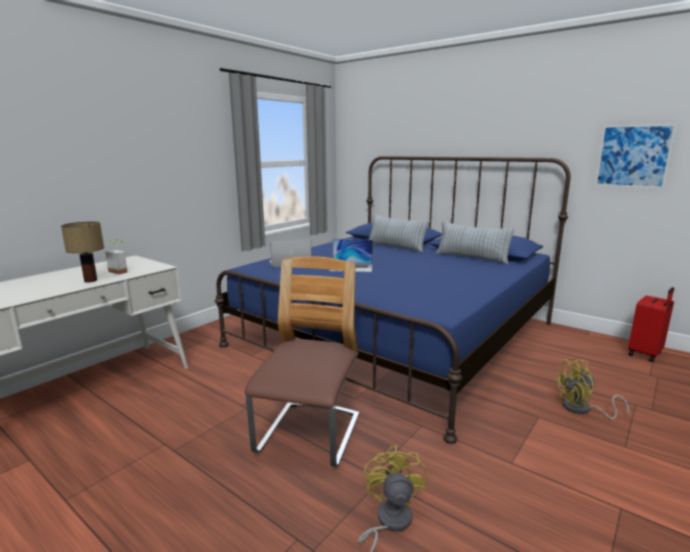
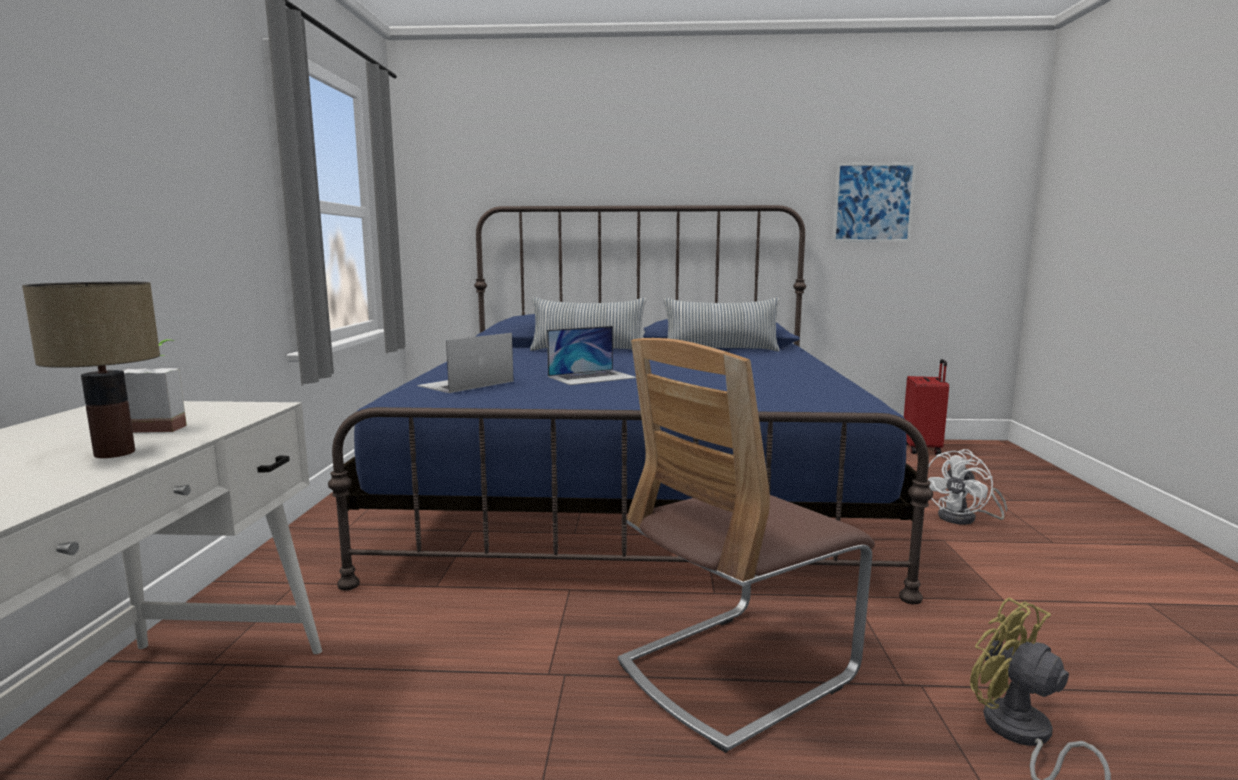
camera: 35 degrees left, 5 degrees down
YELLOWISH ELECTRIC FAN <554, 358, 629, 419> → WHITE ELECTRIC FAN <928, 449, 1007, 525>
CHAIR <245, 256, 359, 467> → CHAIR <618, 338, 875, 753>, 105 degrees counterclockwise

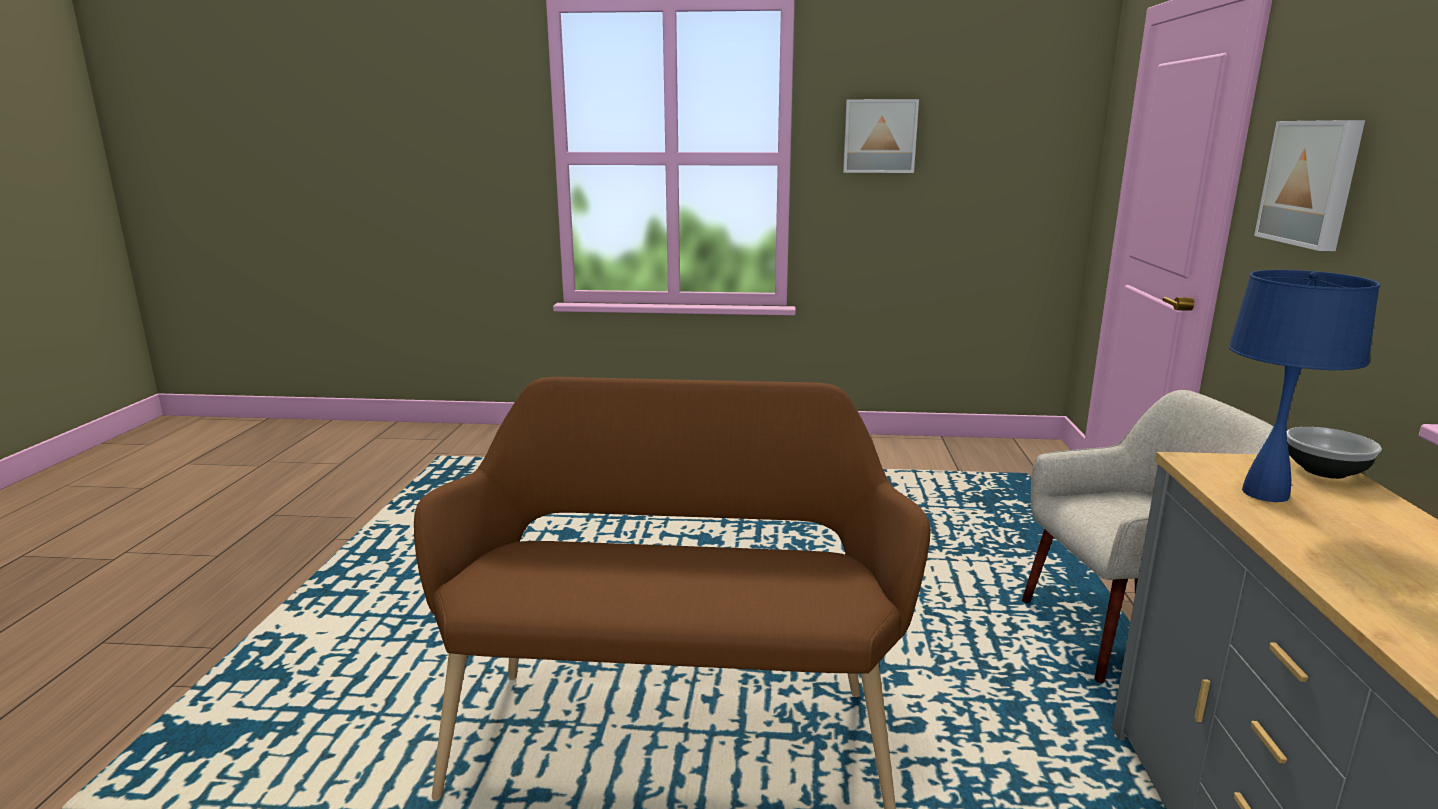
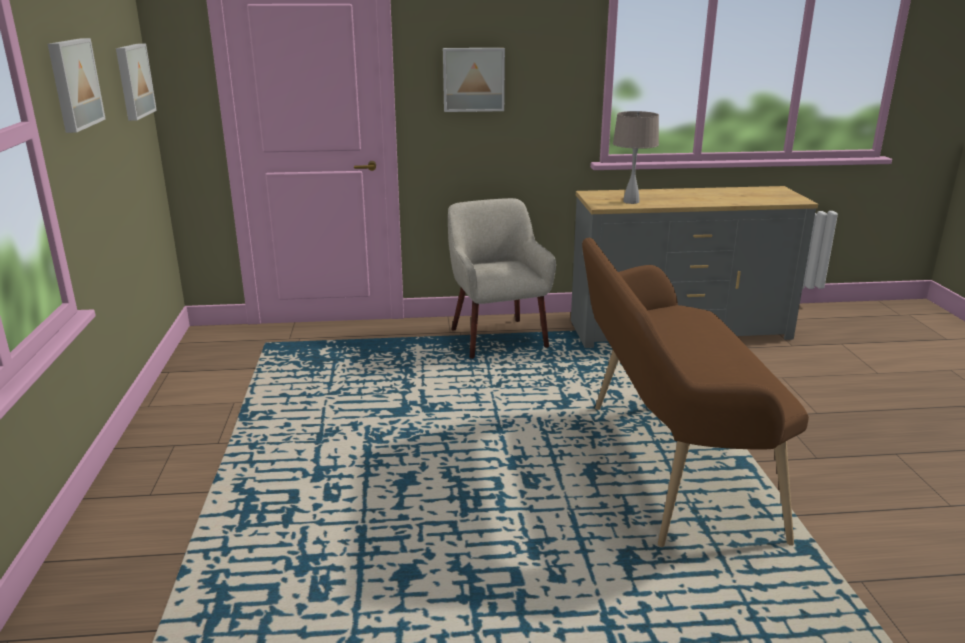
camera: 100 degrees left, 5 degrees up
DEEP DISH <1287, 427, 1382, 479> → -
- → WALL PICTURE <116, 43, 157, 121>
BLUE TABLETOP LAMP <1229, 270, 1380, 502> → BEIGE TABLETOP LAMP <613, 111, 659, 204>

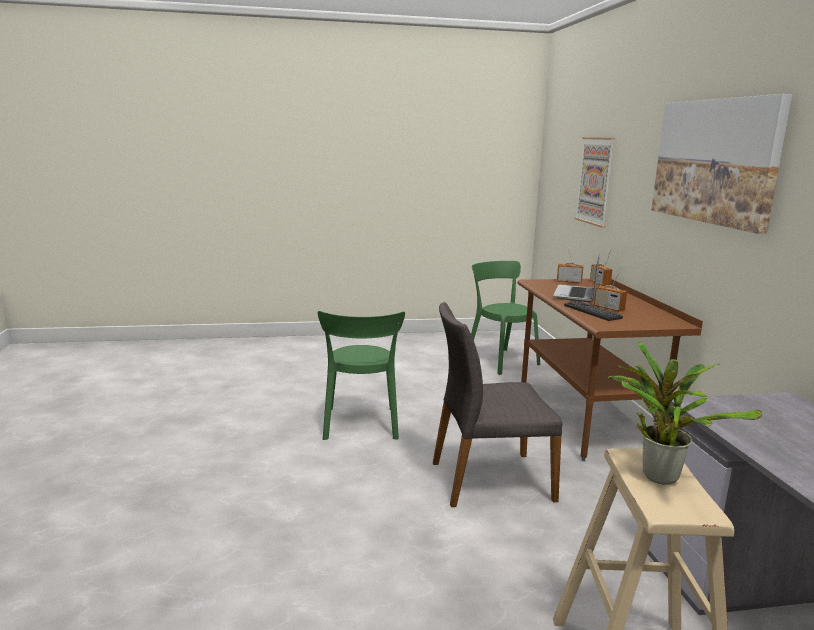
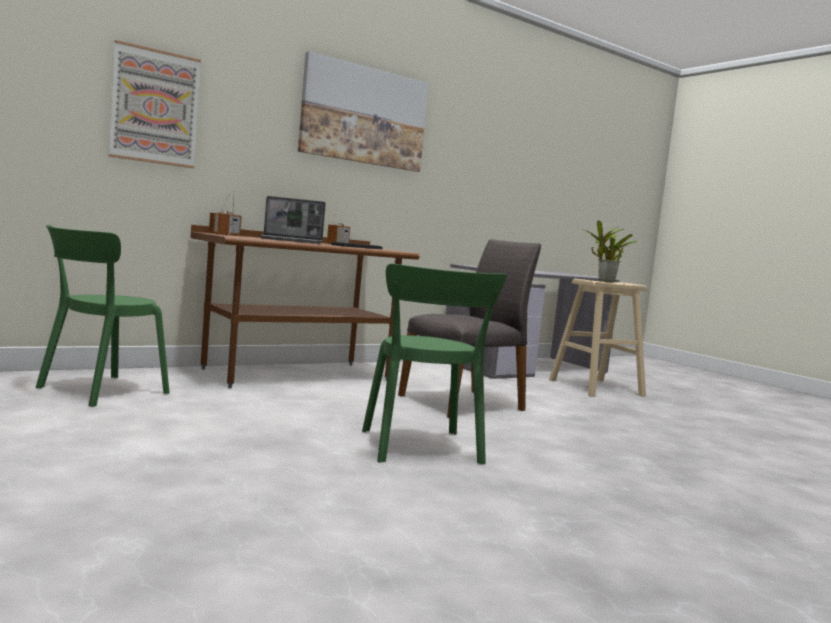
camera: 115 degrees left, 10 degrees down
GREENISH CHAIR <318, 311, 405, 440> → GREENISH CHAIR <362, 264, 507, 464>, 105 degrees clockwise
GREYISH CHAIR <433, 302, 562, 507> → GREYISH CHAIR <398, 239, 541, 418>, 90 degrees counterclockwise

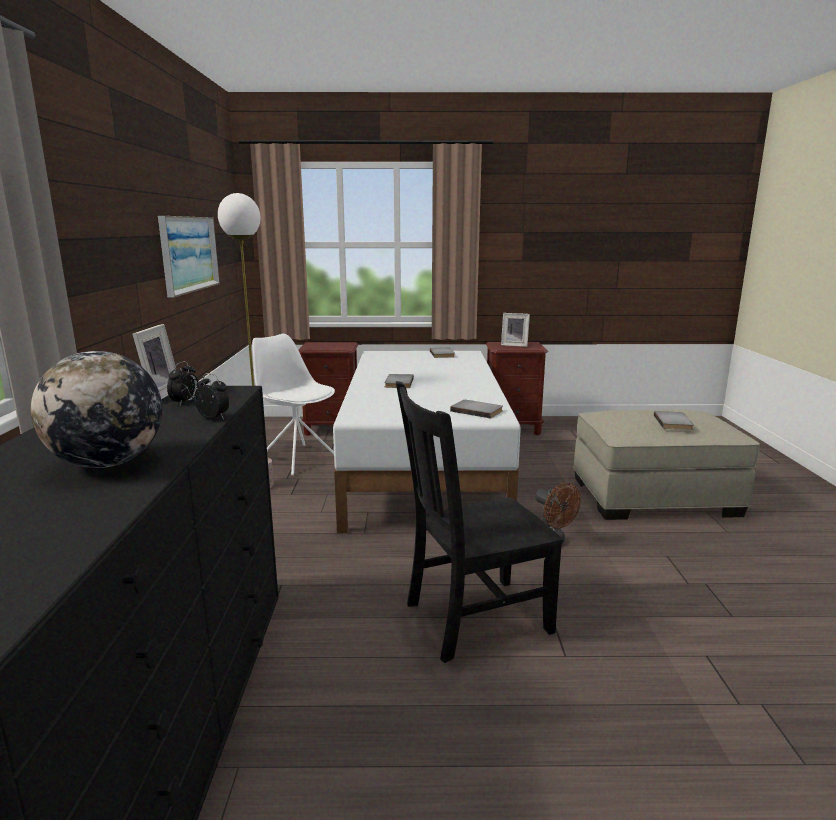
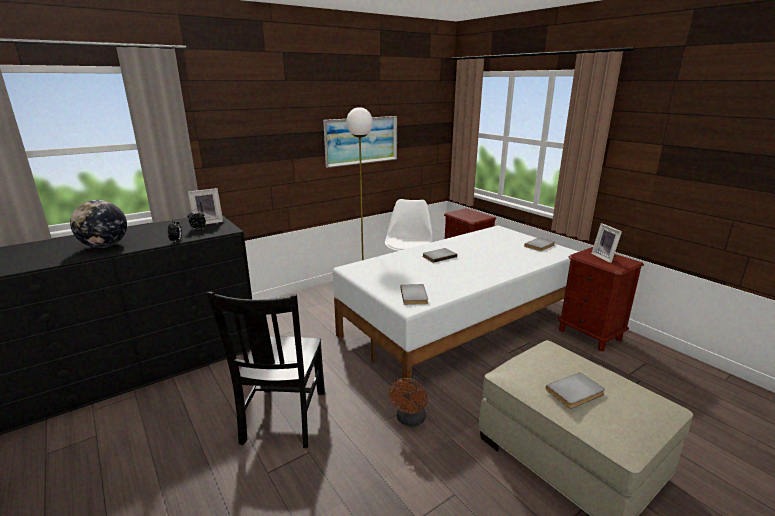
camera: 55 degrees right, 5 degrees up
BLACK CHAIR <396, 381, 563, 663> → BLACK CHAIR <206, 292, 325, 448>, 120 degrees counterclockwise

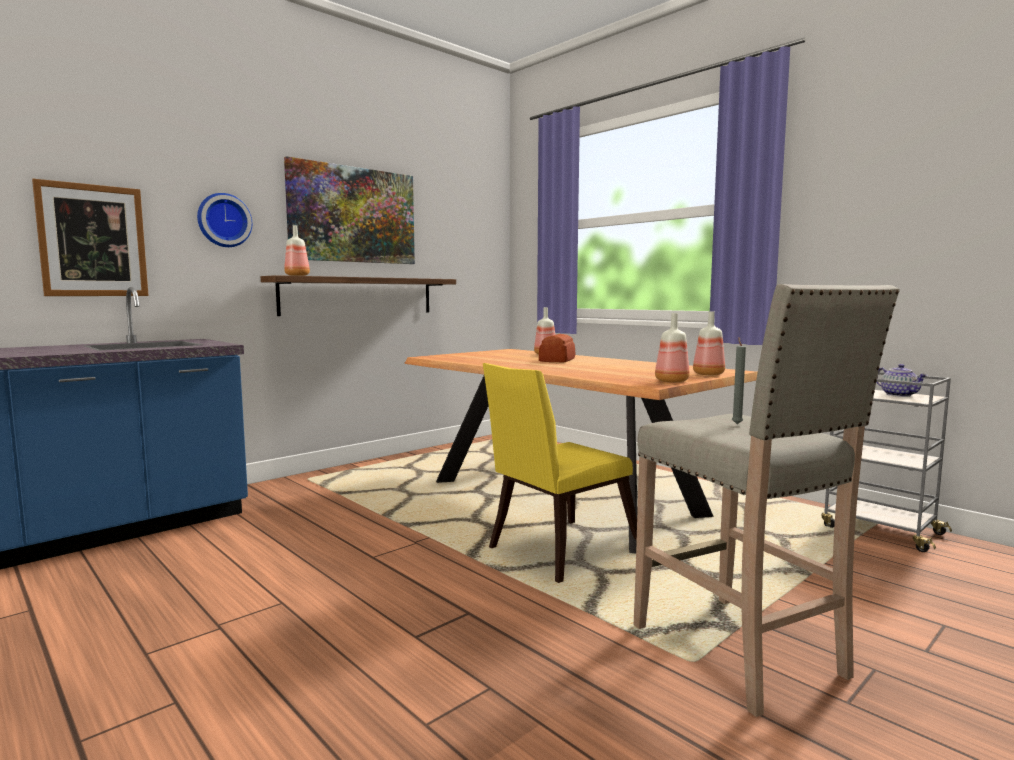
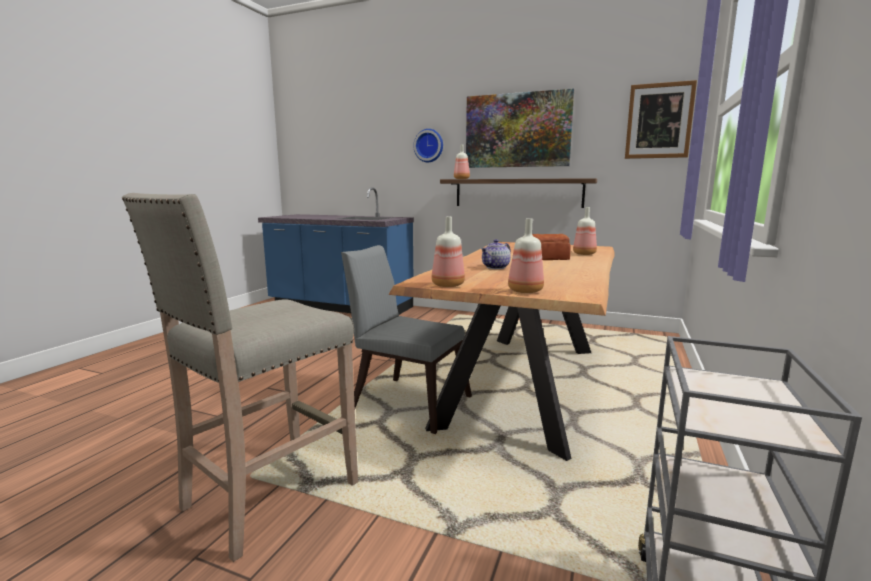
camera: 65 degrees right, 5 degrees up
GREYISH WAX CANDLE <732, 337, 746, 424> → -
WALL PICTURE <32, 179, 149, 296> → WALL PICTURE <625, 80, 697, 159>, relocated
TEAPOT <876, 364, 928, 397> → TEAPOT <481, 239, 511, 269>, relocated
YELLOWISH CHAIR <483, 363, 637, 583> → GREYISH CHAIR <341, 245, 472, 434>

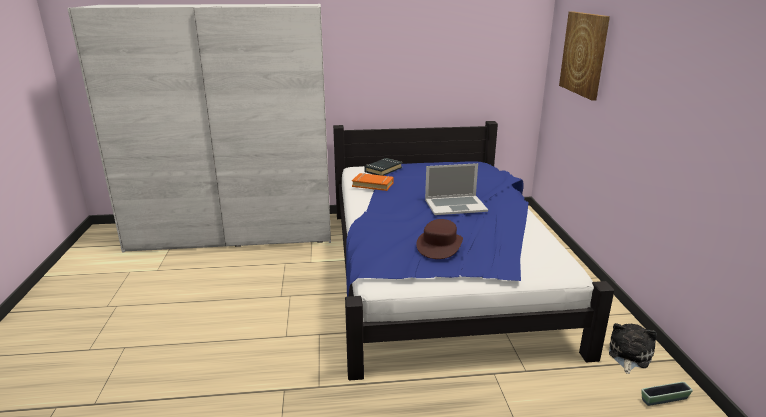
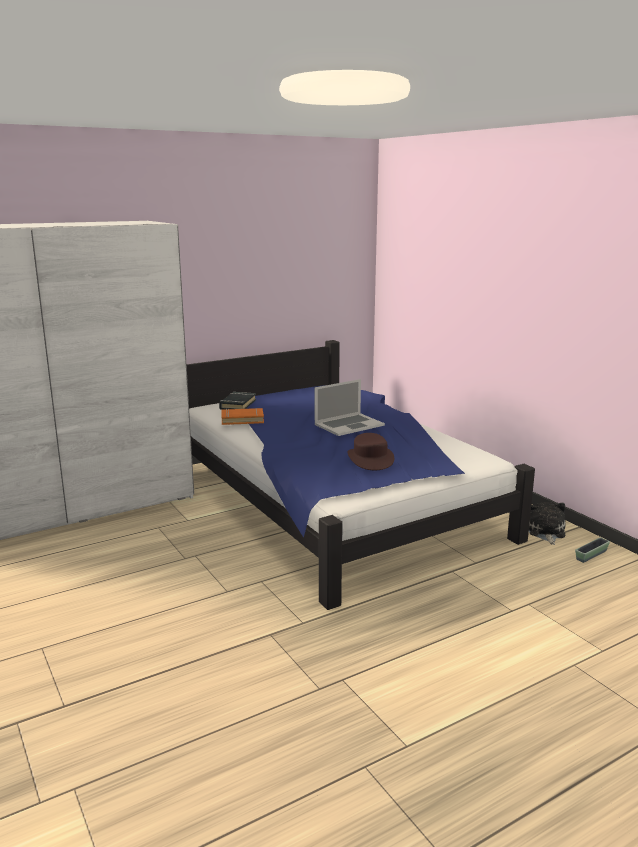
camera: 25 degrees left, 5 degrees down
WALL PICTURE <559, 11, 610, 101> → -

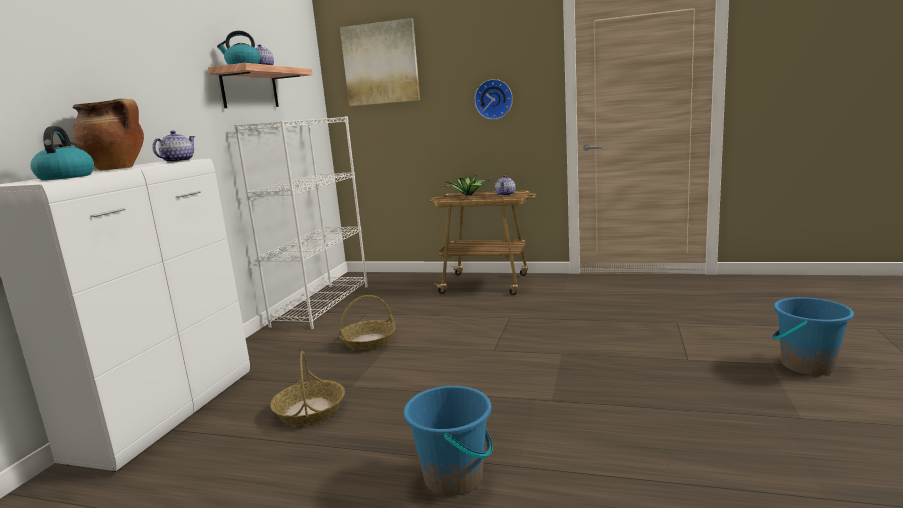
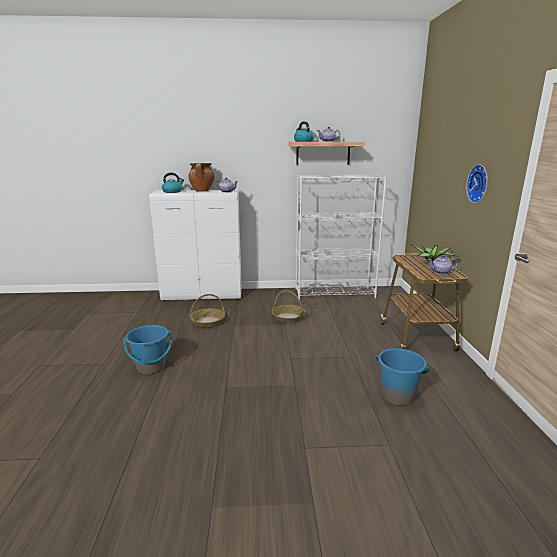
camera: 70 degrees right, 5 degrees up
WALL PICTURE <340, 18, 420, 106> → -
BLUE BUCKET <772, 297, 854, 375> → BLUE BUCKET <376, 348, 429, 406>, relocated

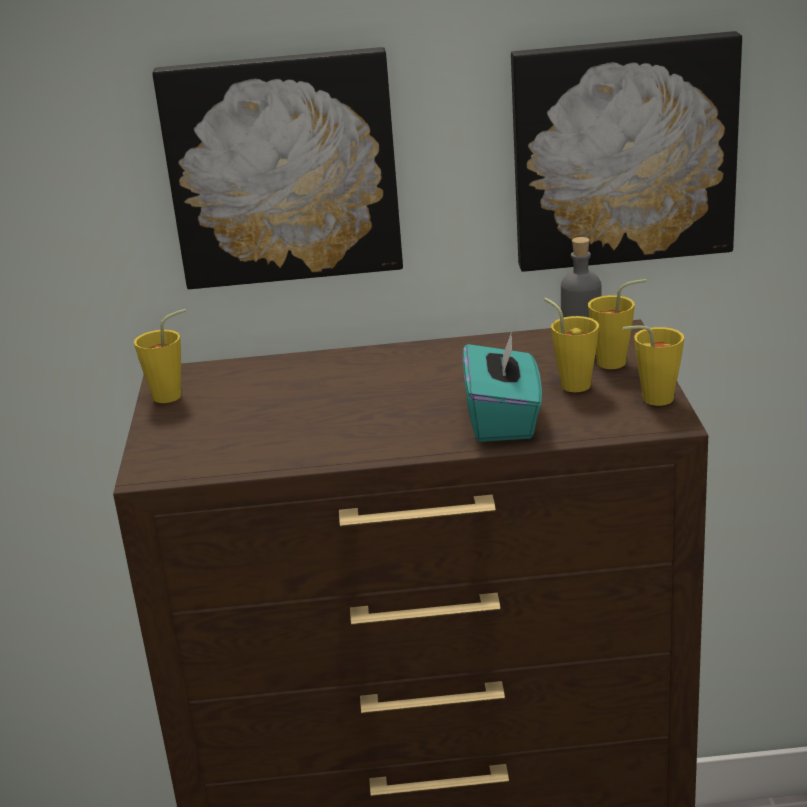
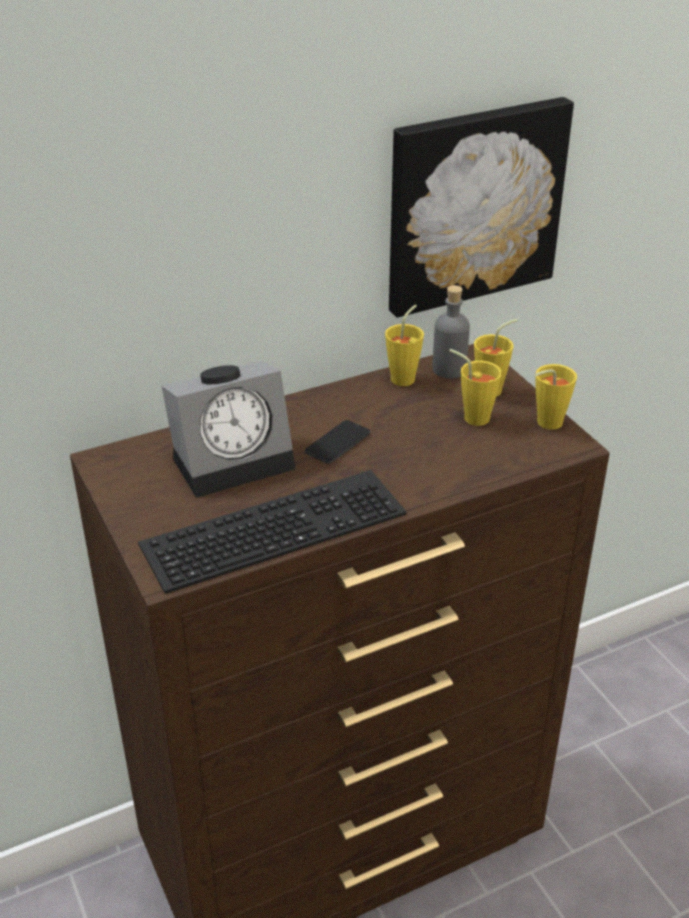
camera: 25 degrees left, 10 degrees up
WALL PICTURE <153, 47, 403, 289> → -
TURQUOISE BOX OF TISSUES <462, 331, 542, 442> → -
- → KEYBOARD <138, 470, 407, 594>
- → BEDSIDE CLOCK <162, 361, 296, 498>
- → HANDSET <305, 420, 370, 464>
YELLOWISH SMALL CUP <134, 309, 186, 403> → YELLOWISH SMALL CUP <385, 305, 424, 386>, relocated

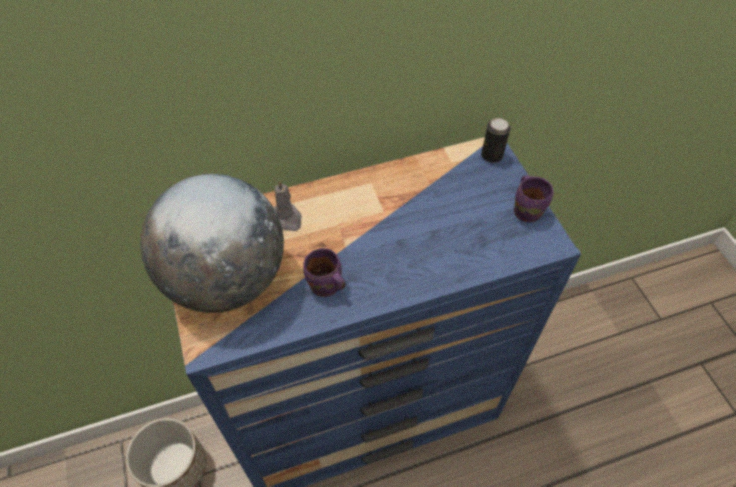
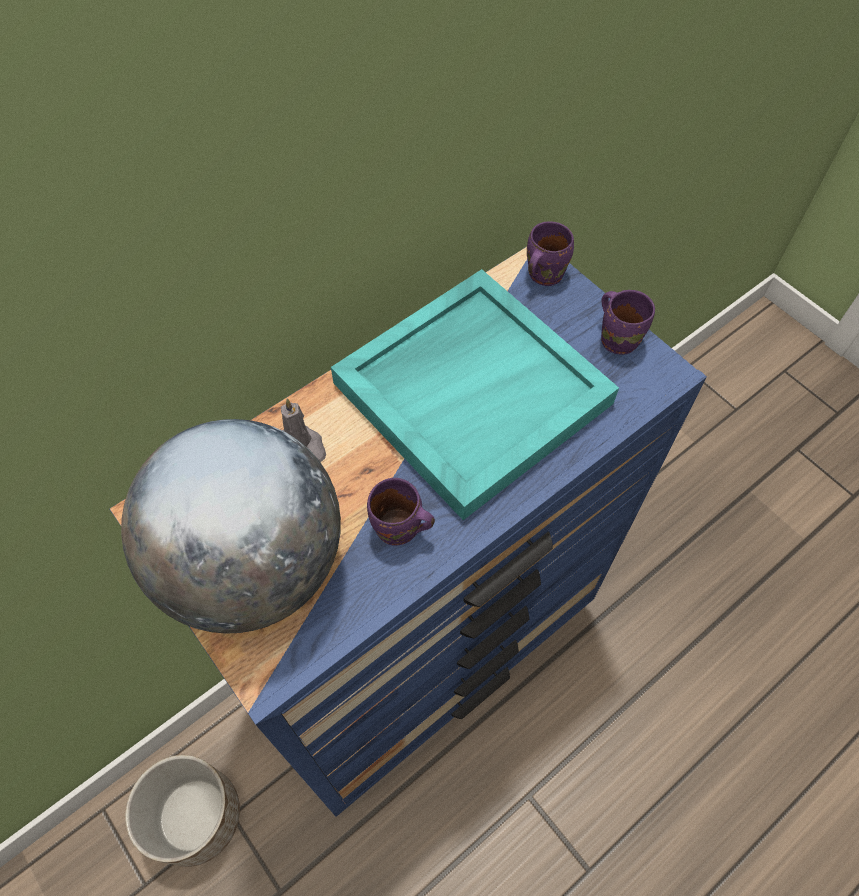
camera: 20 degrees left, 5 degrees up
- → TURQUOISE TRAY <331, 269, 619, 520>
METAL CAN <481, 118, 511, 163> → PURPLE-COLOURED COFFEE MUG <527, 221, 574, 286>

